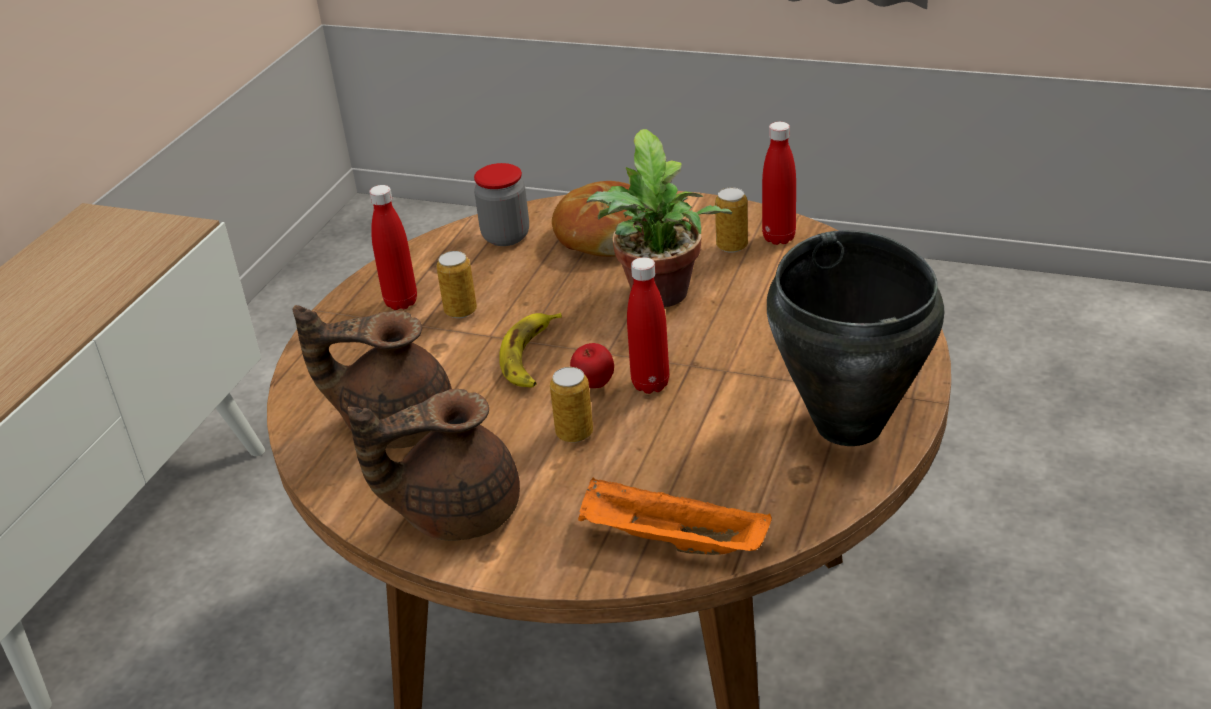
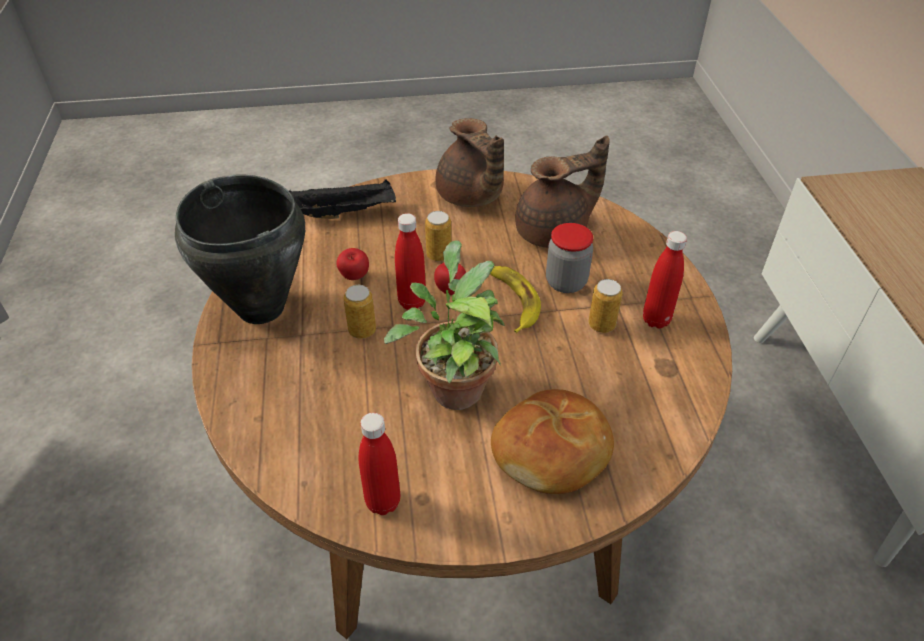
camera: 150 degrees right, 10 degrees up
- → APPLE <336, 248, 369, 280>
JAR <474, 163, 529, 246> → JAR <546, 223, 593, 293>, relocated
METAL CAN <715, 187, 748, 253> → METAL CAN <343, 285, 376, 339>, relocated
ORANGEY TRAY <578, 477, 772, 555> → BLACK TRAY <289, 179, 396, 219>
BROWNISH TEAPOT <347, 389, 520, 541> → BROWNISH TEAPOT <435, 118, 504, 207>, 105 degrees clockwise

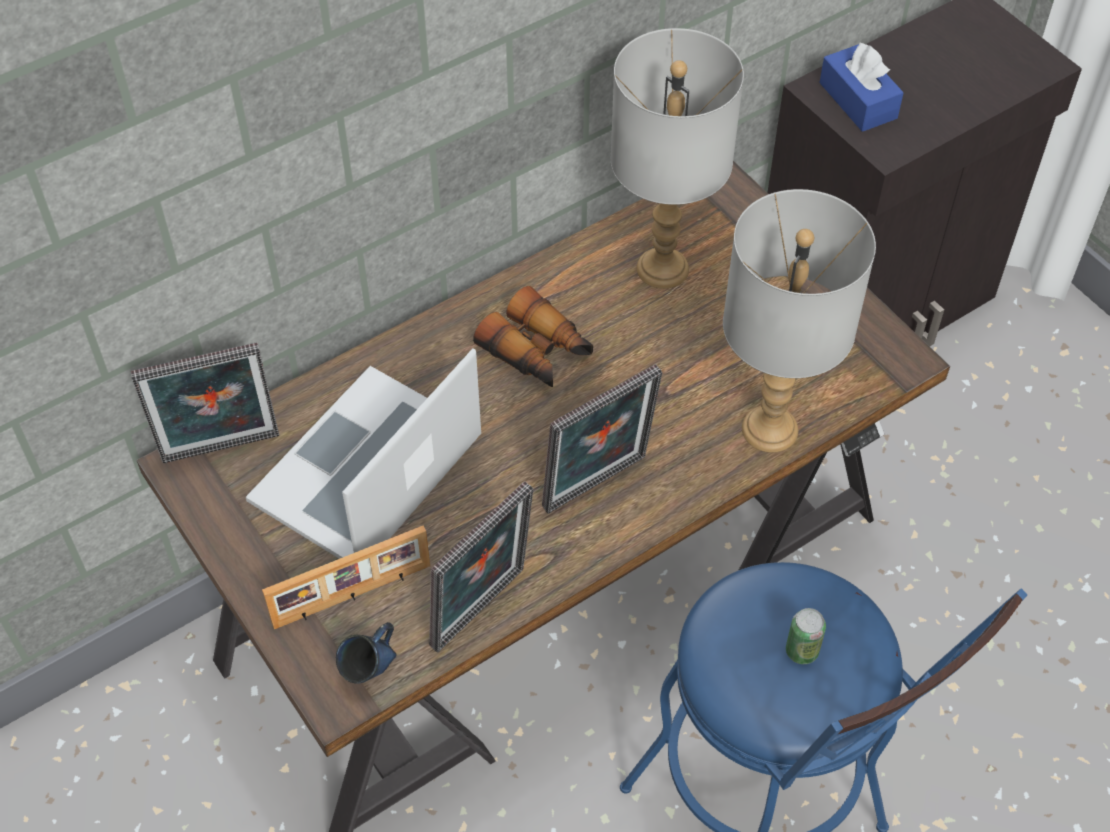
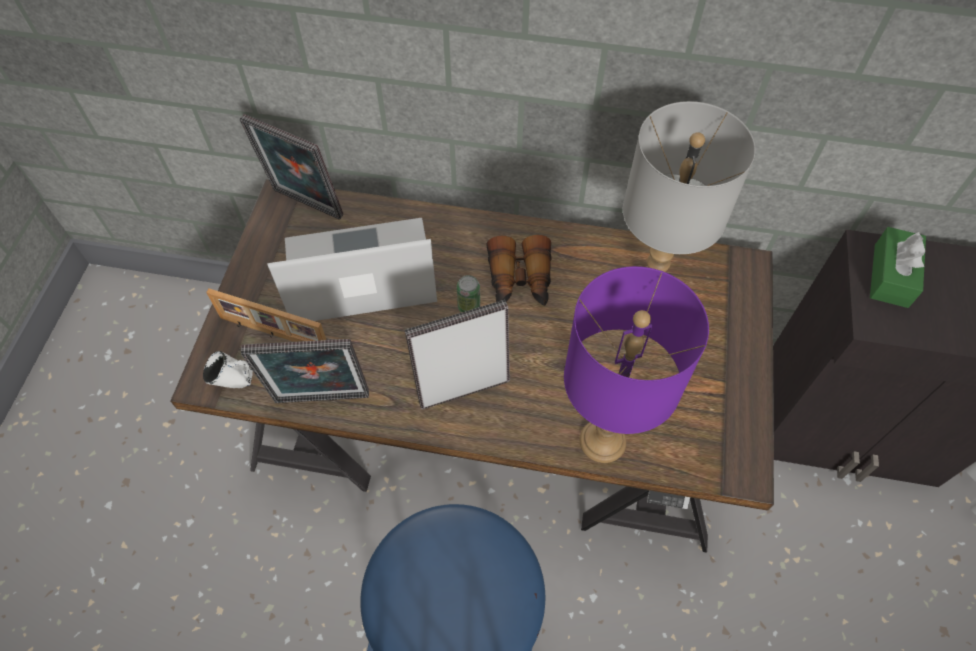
camera: 45 degrees right, 5 degrees up
METAL CAN <786, 608, 826, 664> → METAL CAN <457, 275, 480, 313>, relocated
BLUE COFFEE MUG <336, 622, 397, 684> → WHITE COFFEE MUG <203, 351, 253, 388>
GREYISH TABLETOP LAMP <723, 189, 876, 453> → PURPLE-COLOURED TABLETOP LAMP <564, 266, 709, 463>
BLUE BOX OF TISSUES <820, 42, 904, 132> → GREENISH BOX OF TISSUES <870, 227, 926, 308>
PICTURE FRAME <542, 364, 662, 514> → PICTURE FRAME <405, 300, 510, 409>, 150 degrees clockwise

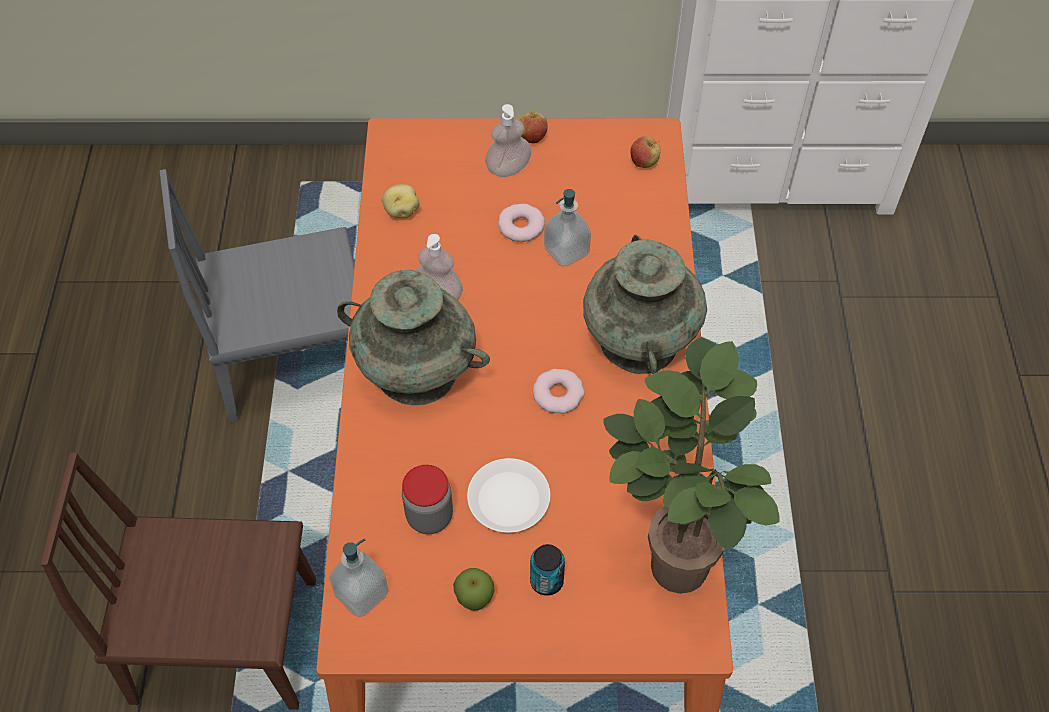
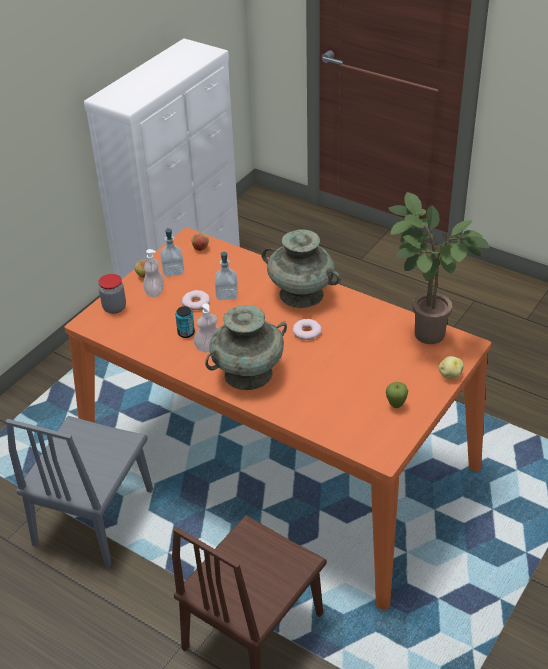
camera: 55 degrees left, 15 degrees down
WHITE FLAT DISH <467, 458, 550, 533> → -
SOAP DISPENSER <329, 539, 389, 617> → SOAP DISPENSER <160, 228, 184, 277>, relocated
SPUD <382, 184, 420, 218> → SPUD <438, 356, 464, 379>, relocated
JAR <402, 465, 453, 534> → JAR <98, 274, 126, 314>, relocated
METAL CAN <530, 544, 565, 596> → METAL CAN <175, 306, 195, 338>, relocated

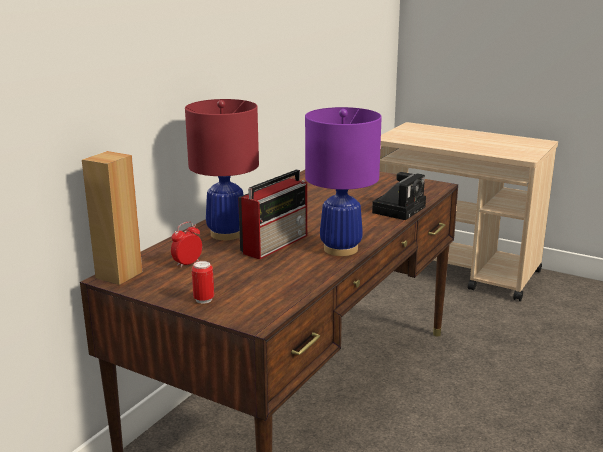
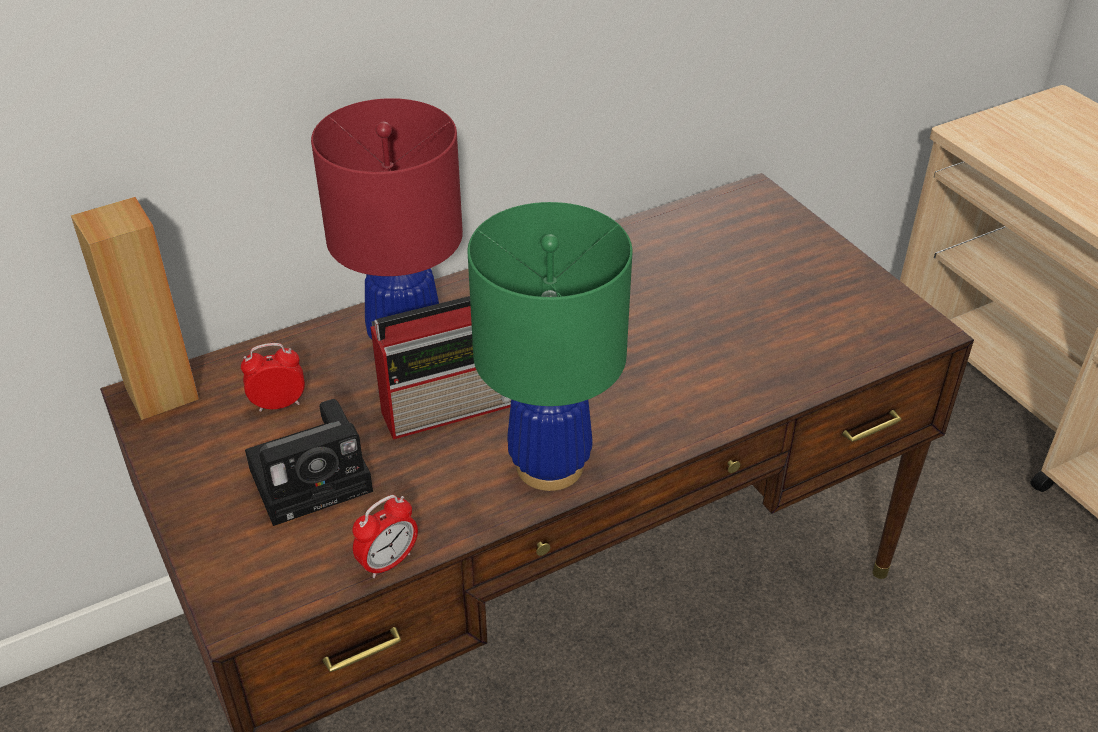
camera: 30 degrees right, 20 degrees up
METAL CAN <192, 261, 214, 304> → -
- → BEDSIDE CLOCK <352, 495, 418, 578>
PHOTO CAMERA <372, 172, 426, 220> → PHOTO CAMERA <245, 399, 373, 526>, relocated
PURPLE-COLOURED TABLETOP LAMP <305, 107, 382, 256> → GREENISH TABLETOP LAMP <468, 202, 632, 491>

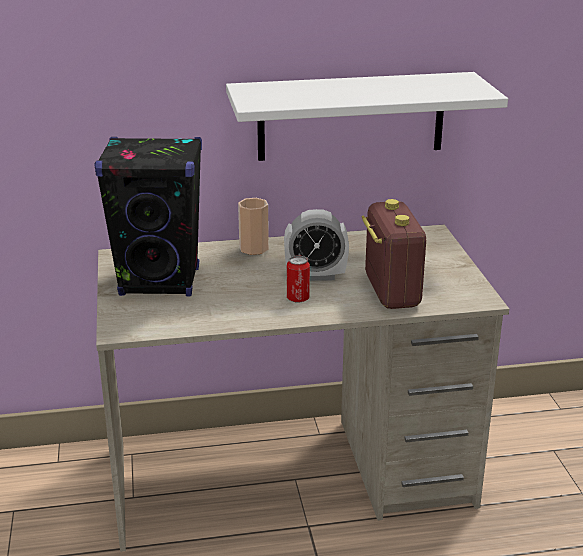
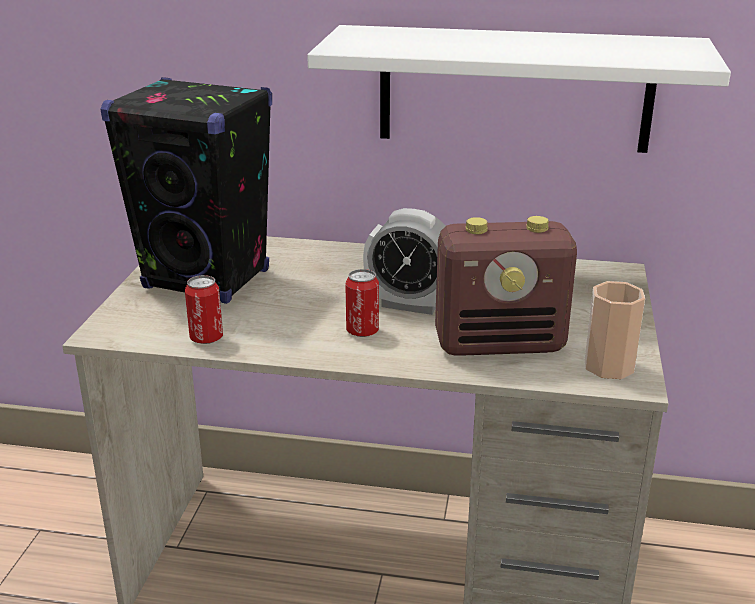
camera: 20 degrees right, 0 degrees up
- → METAL CAN <185, 275, 223, 344>
SMALL CUP <238, 198, 269, 255> → SMALL CUP <584, 281, 645, 379>, relocated
RADIO RECEIVER <362, 199, 426, 309> → RADIO RECEIVER <435, 216, 577, 356>, 75 degrees clockwise

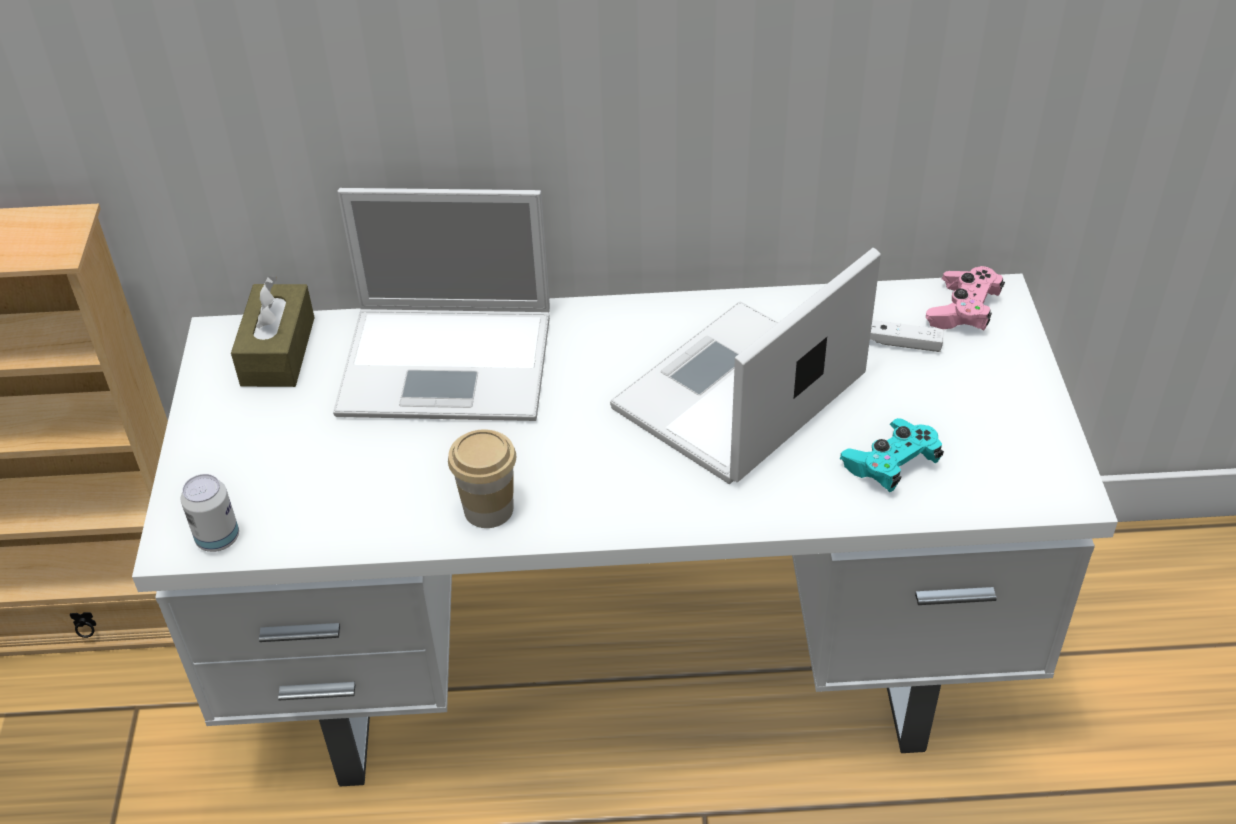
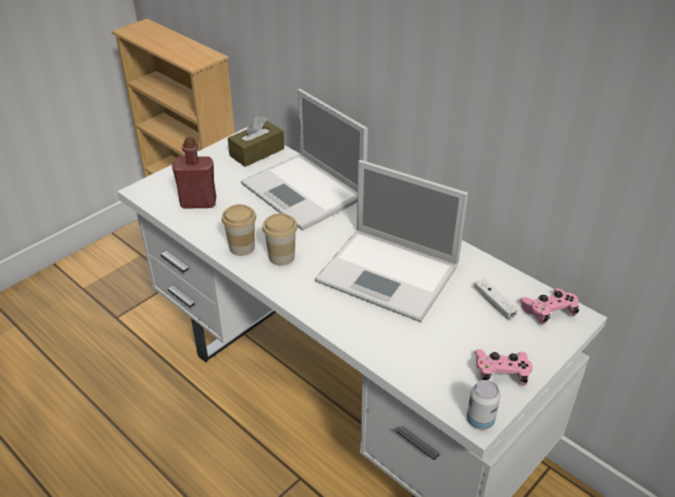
camera: 45 degrees right, 5 degrees down
TURQUOISE JOYPAD <840, 418, 944, 492> → -
- → REDDISH DRINK BOTTLE <172, 138, 216, 209>
- → SMALL CUP <262, 213, 297, 266>
- → PINKISH JOYPAD <474, 349, 533, 385>
METAL CAN <181, 474, 239, 552> → METAL CAN <467, 380, 501, 430>, relocated
PORTABLE COMPUTER <610, 248, 881, 484> → PORTABLE COMPUTER <315, 160, 468, 322>, 150 degrees counterclockwise

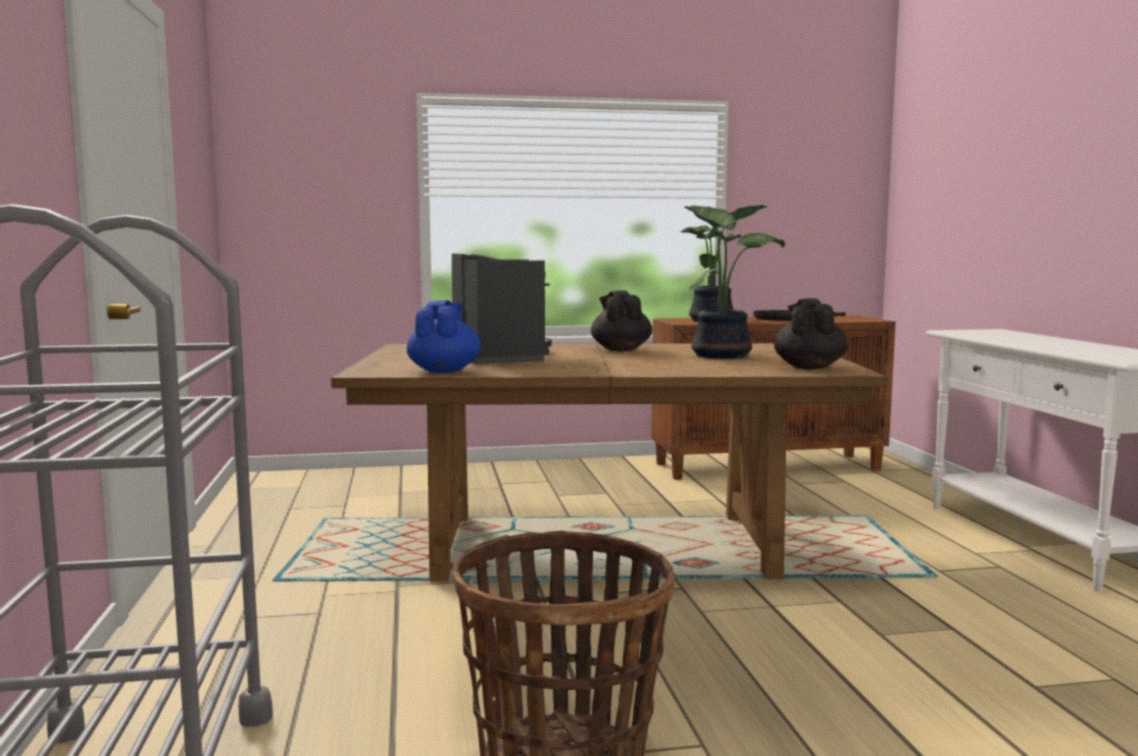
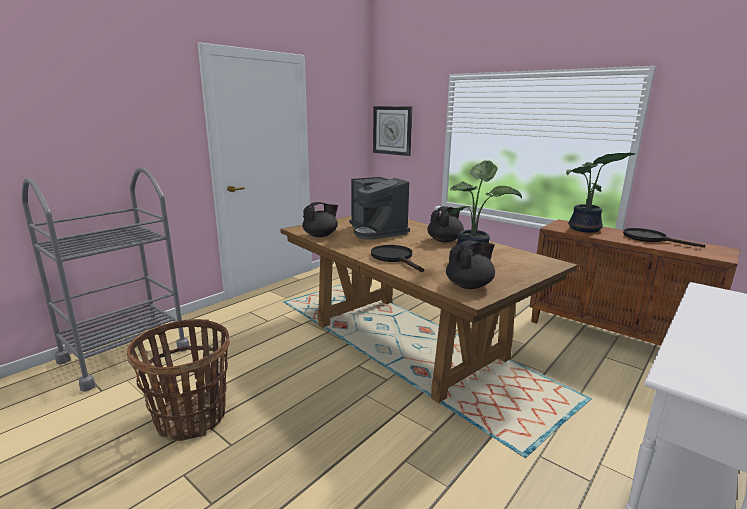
camera: 50 degrees right, 10 degrees up
- → BLACK SKILLET <371, 245, 424, 272>
- → HANGING CLOCK <373, 106, 412, 156>
BLUE TEAPOT <407, 300, 481, 373> → BLACK TEAPOT <302, 202, 338, 237>
COFFEE BREWER <452, 253, 552, 364> → COFFEE BREWER <349, 177, 410, 240>, 120 degrees clockwise

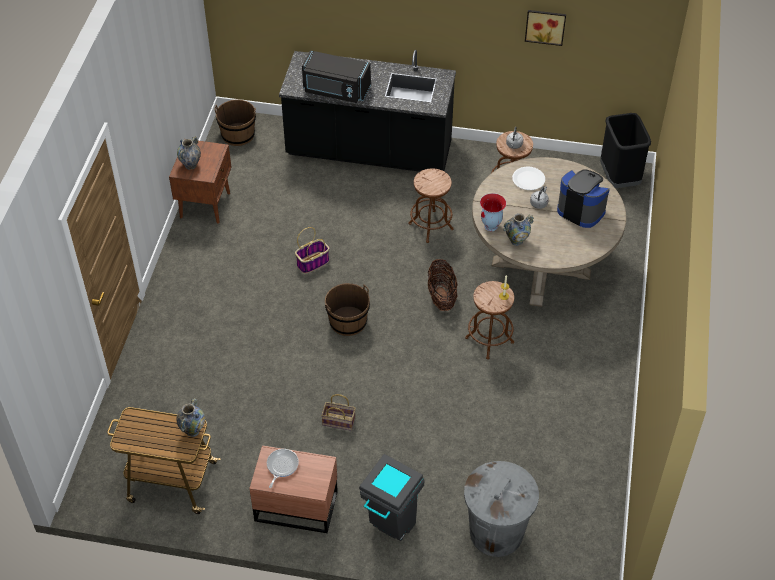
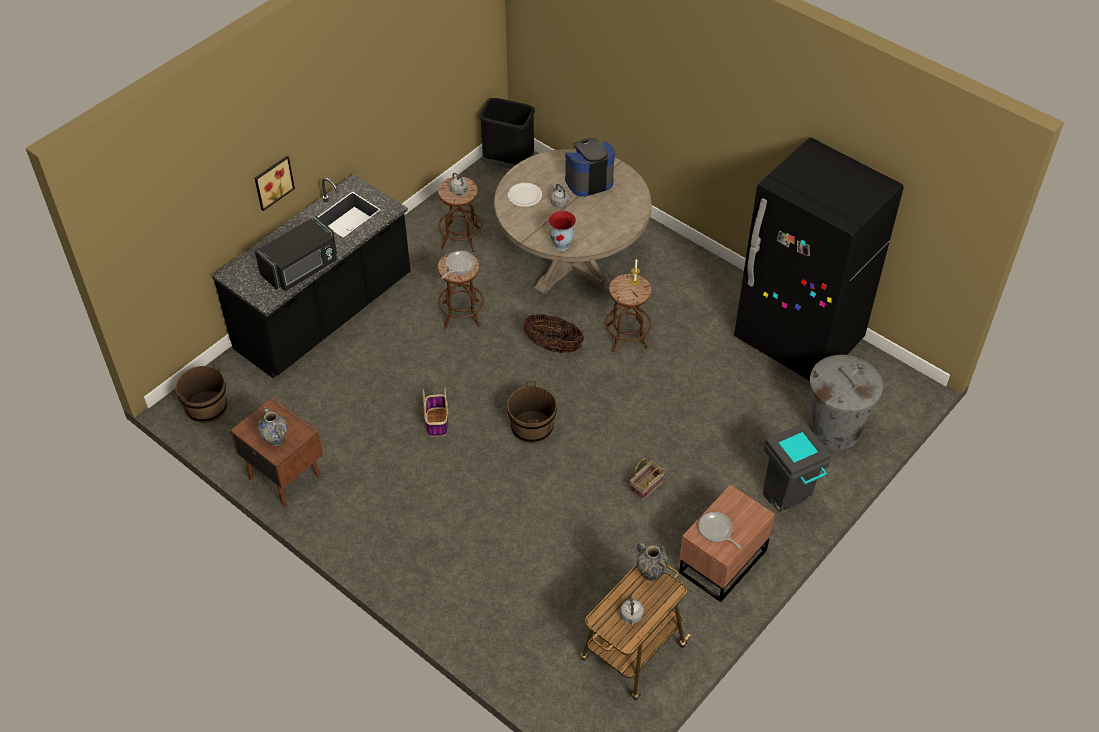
camera: 60 degrees left, 0 degrees up
DECORATIVE VASE <503, 213, 534, 246> → -
- → SKILLET <441, 251, 475, 279>
- → GREYISH TEA KETTLE <620, 595, 644, 625>
- → BLACK KITCHEN FRIDGE <734, 138, 904, 381>
WALL PICTURE <525, 10, 566, 46> → WALL PICTURE <255, 156, 295, 211>, relocated

